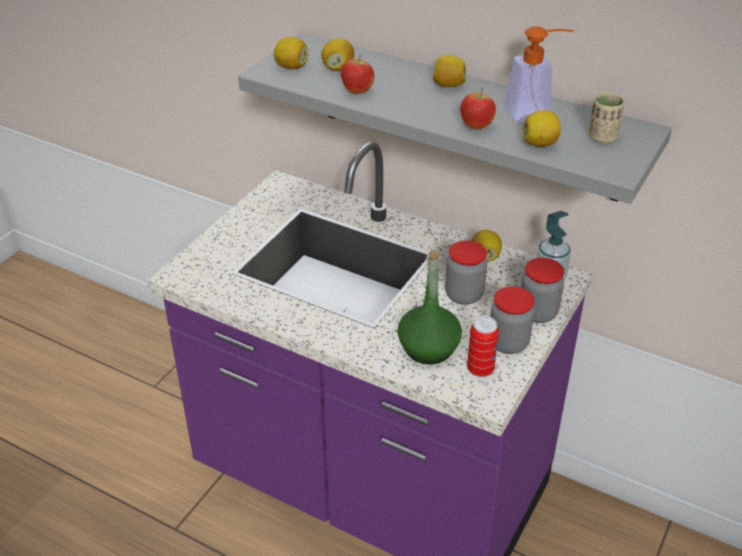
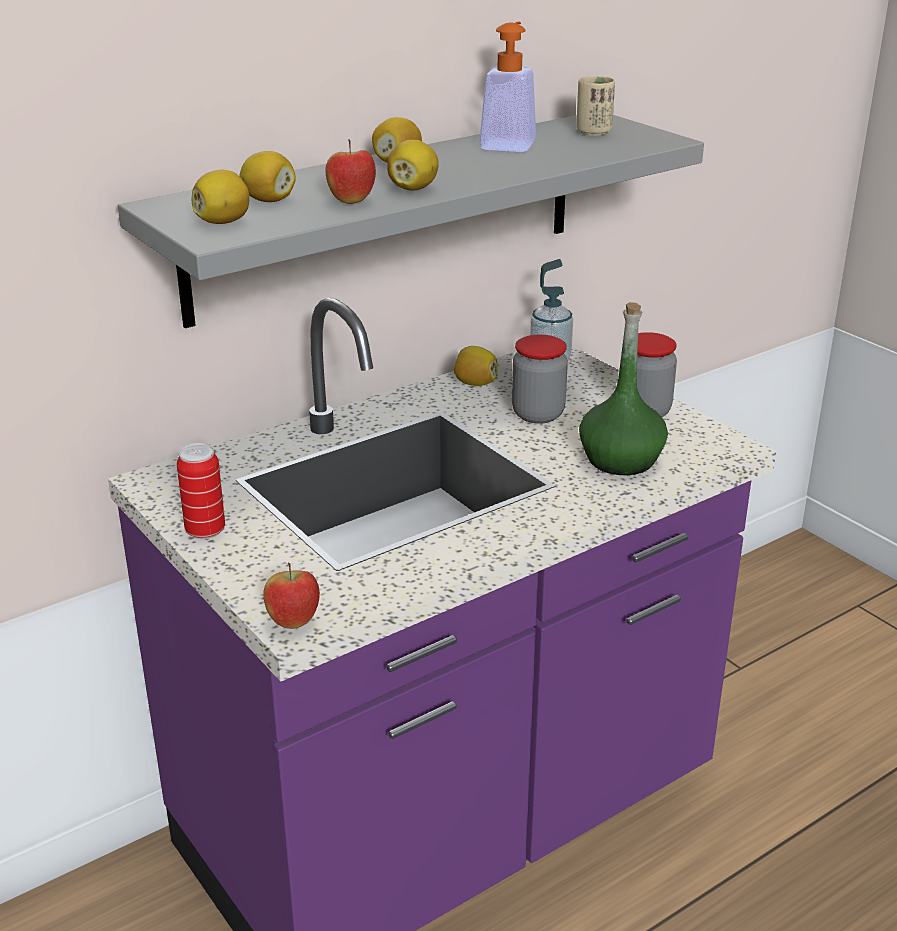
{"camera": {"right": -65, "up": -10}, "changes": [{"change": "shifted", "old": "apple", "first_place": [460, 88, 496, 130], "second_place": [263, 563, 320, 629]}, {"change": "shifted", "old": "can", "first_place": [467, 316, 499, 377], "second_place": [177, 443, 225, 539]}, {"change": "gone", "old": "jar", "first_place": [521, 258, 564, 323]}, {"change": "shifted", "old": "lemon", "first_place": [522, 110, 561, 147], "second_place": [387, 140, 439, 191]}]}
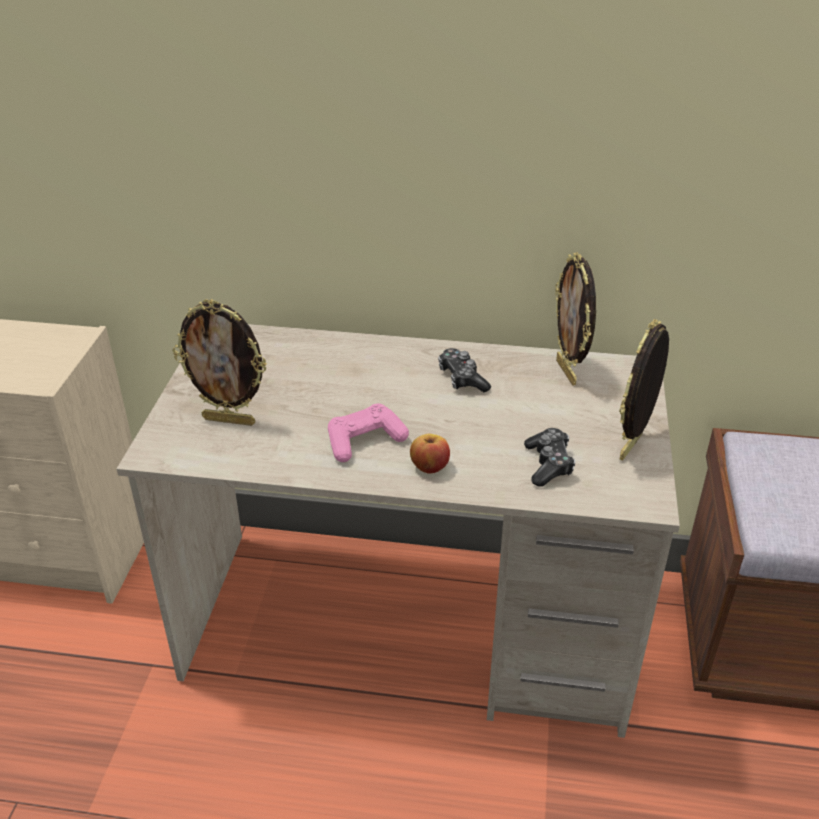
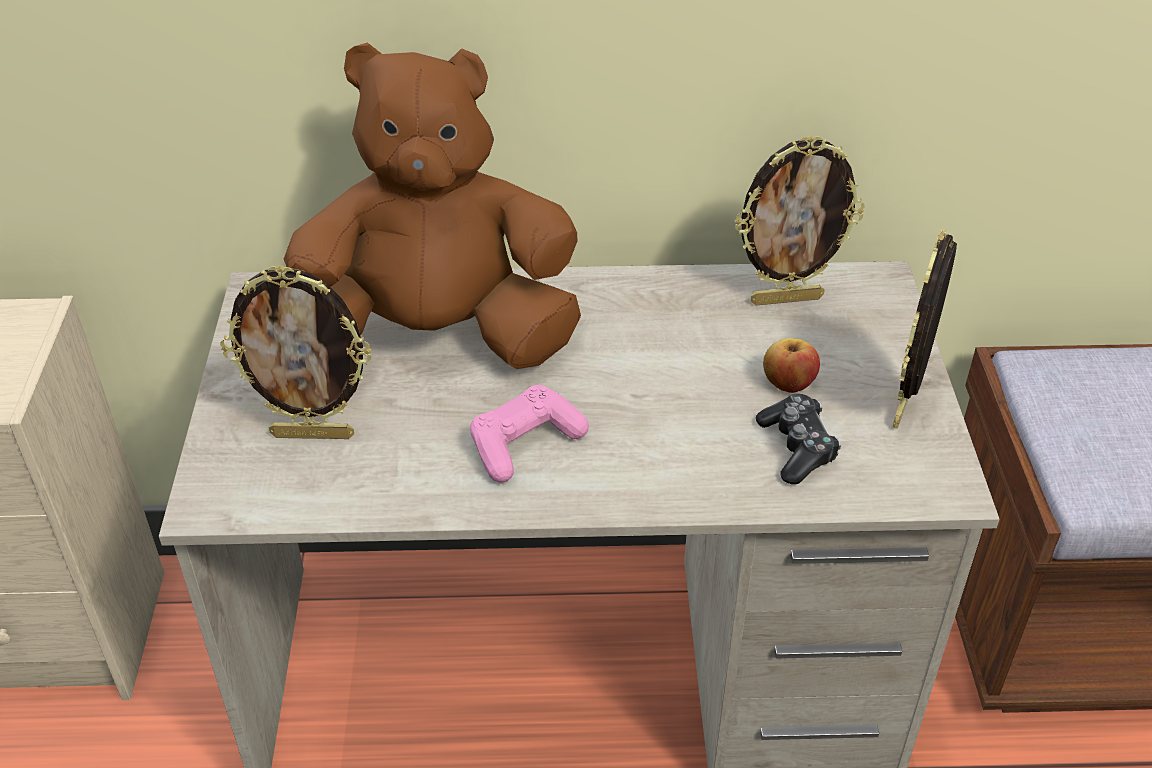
{"camera": {"right": -10, "up": 5}, "changes": [{"change": "shifted", "old": "apple", "first_place": [410, 434, 450, 474], "second_place": [763, 338, 820, 393]}, {"change": "gone", "old": "game controller", "first_place": [438, 348, 491, 392]}, {"change": "rotated", "old": "picture frame", "first_place": [555, 253, 596, 386], "second_place": [735, 135, 865, 305], "degrees": -75}, {"change": "new", "new": "plush toy in brown", "second_place": [284, 43, 581, 369]}]}
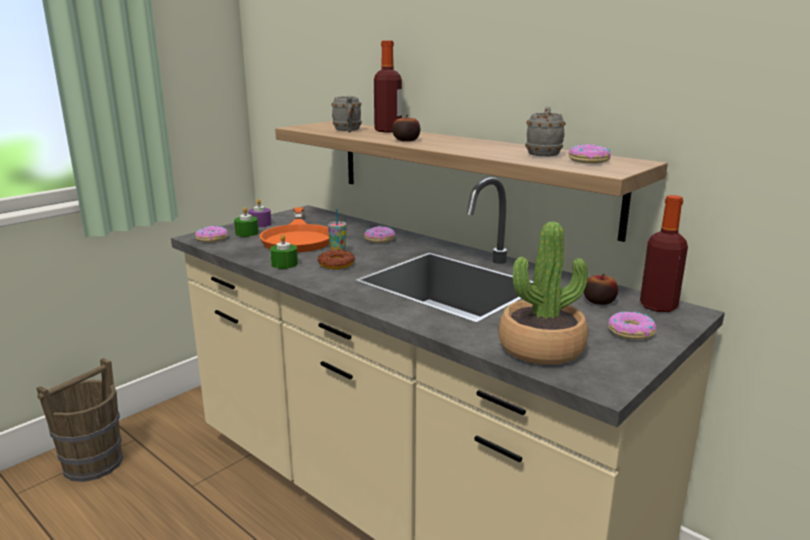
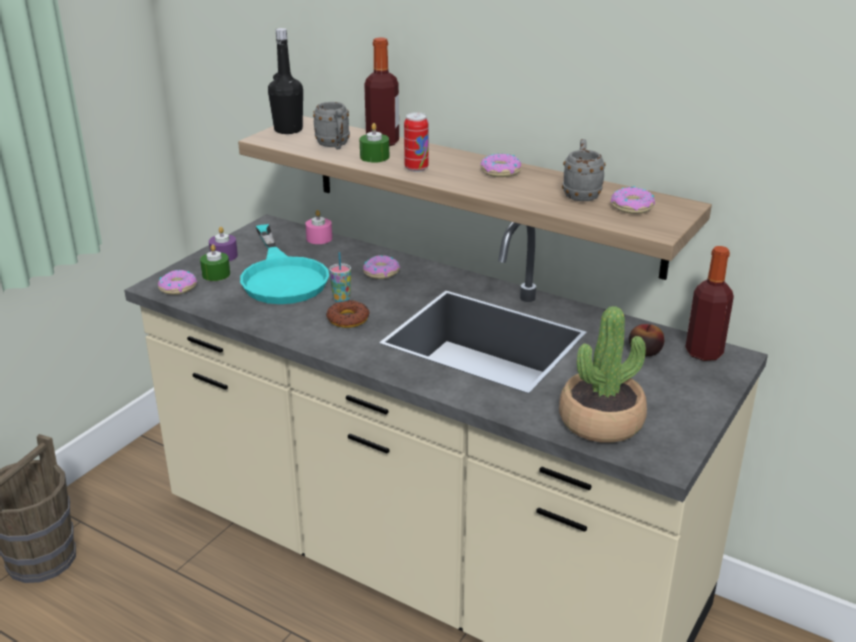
{"camera": {"right": -10, "up": 10}, "changes": [{"change": "repainted", "old": "frying pan in orange", "new": "frying pan in turquoise", "first_place": [259, 207, 330, 253], "second_place": [240, 224, 329, 304]}, {"change": "shifted", "old": "candle in green", "first_place": [270, 234, 298, 269], "second_place": [359, 123, 389, 163]}, {"change": "swapped", "old": "apple", "new": "can", "first_place": [392, 115, 420, 141], "second_place": [404, 112, 429, 172]}, {"change": "shifted", "old": "donut", "first_place": [608, 312, 656, 340], "second_place": [480, 153, 521, 177]}, {"change": "new", "new": "bottle in black", "second_place": [268, 28, 303, 134]}, {"change": "new", "new": "candle in pink", "second_place": [305, 210, 332, 244]}]}
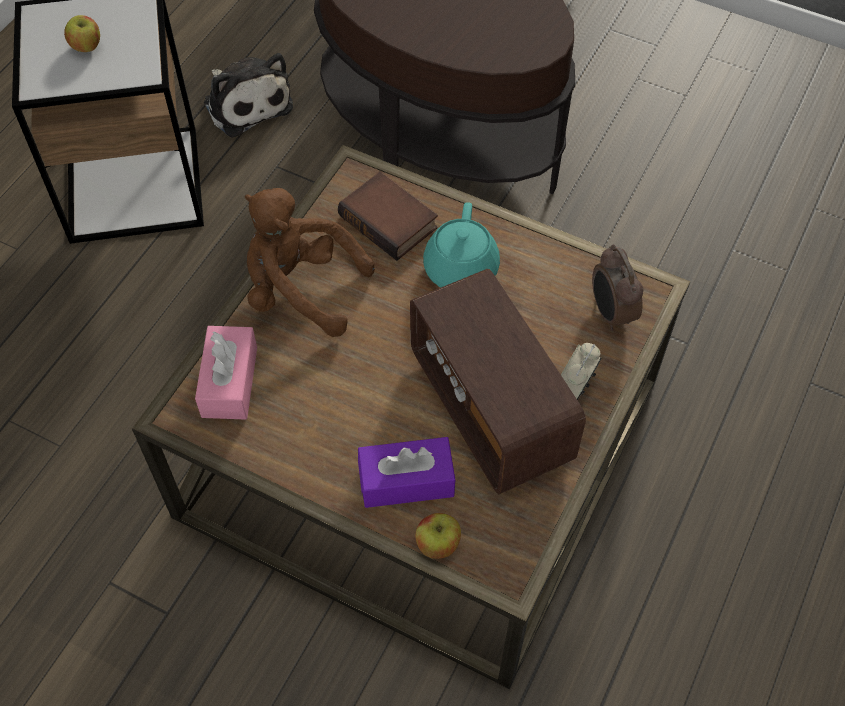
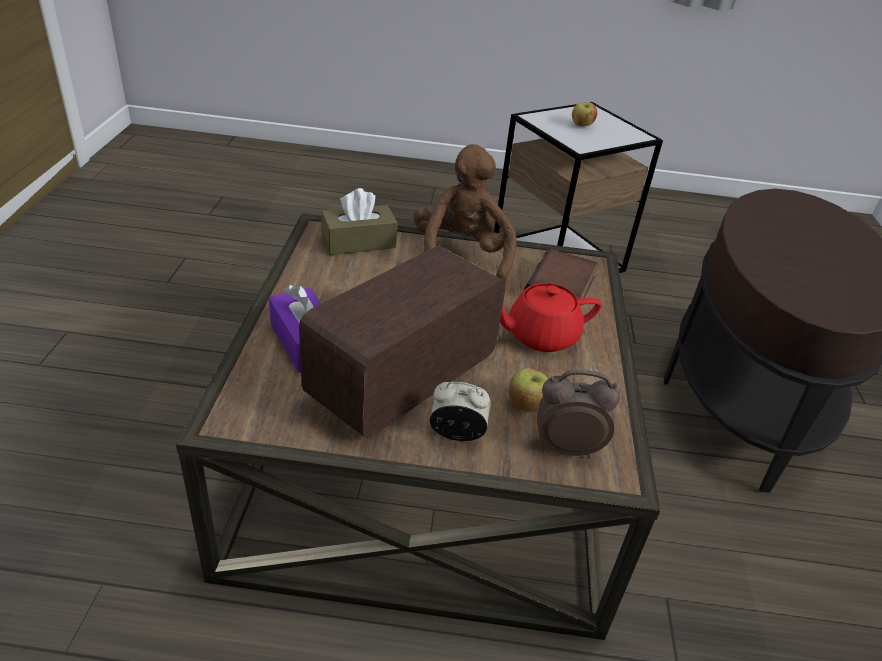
{"camera": {"right": 65, "up": -20}, "changes": [{"change": "repainted", "old": "tissue box in pink", "new": "tissue box in brown", "first_place": [195, 326, 257, 420], "second_place": [321, 188, 397, 255]}, {"change": "gone", "old": "plush toy", "first_place": [204, 53, 293, 138]}, {"change": "shifted", "old": "apple", "first_place": [415, 513, 461, 559], "second_place": [508, 368, 548, 412]}, {"change": "repainted", "old": "teapot in turquoise", "new": "teapot in red", "first_place": [423, 202, 500, 288], "second_place": [500, 283, 601, 352]}, {"change": "rotated", "old": "alarm clock", "first_place": [592, 244, 643, 331], "second_place": [537, 370, 620, 458], "degrees": 45}]}
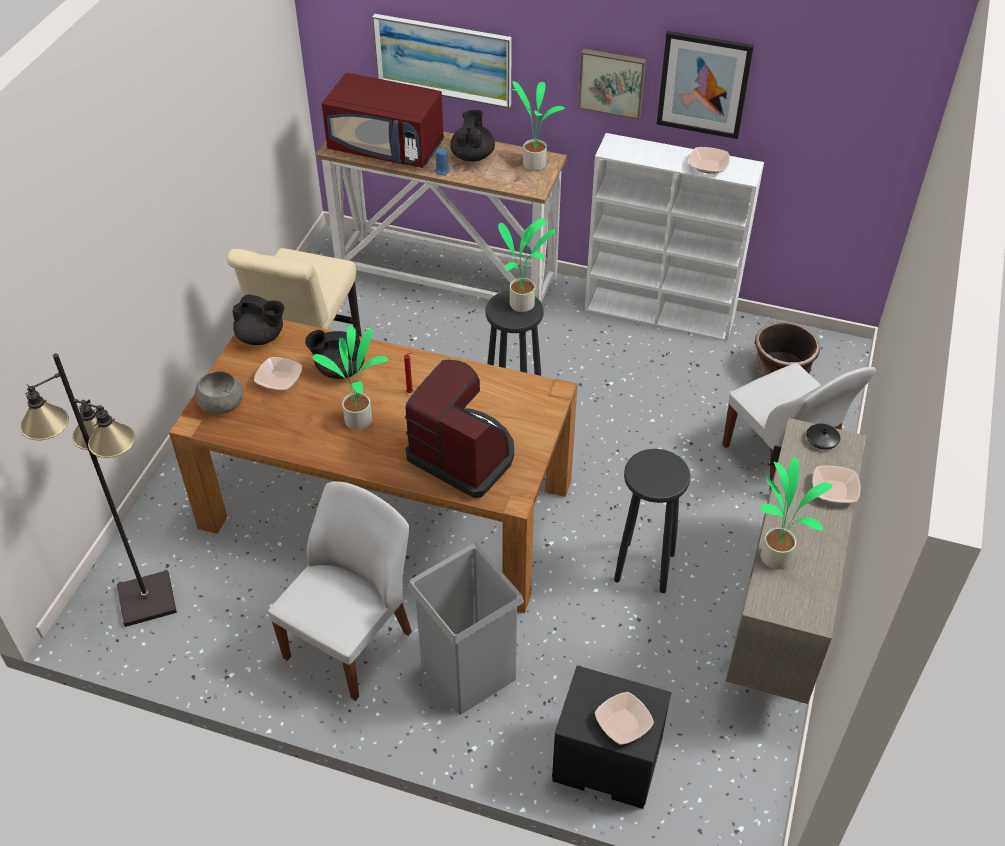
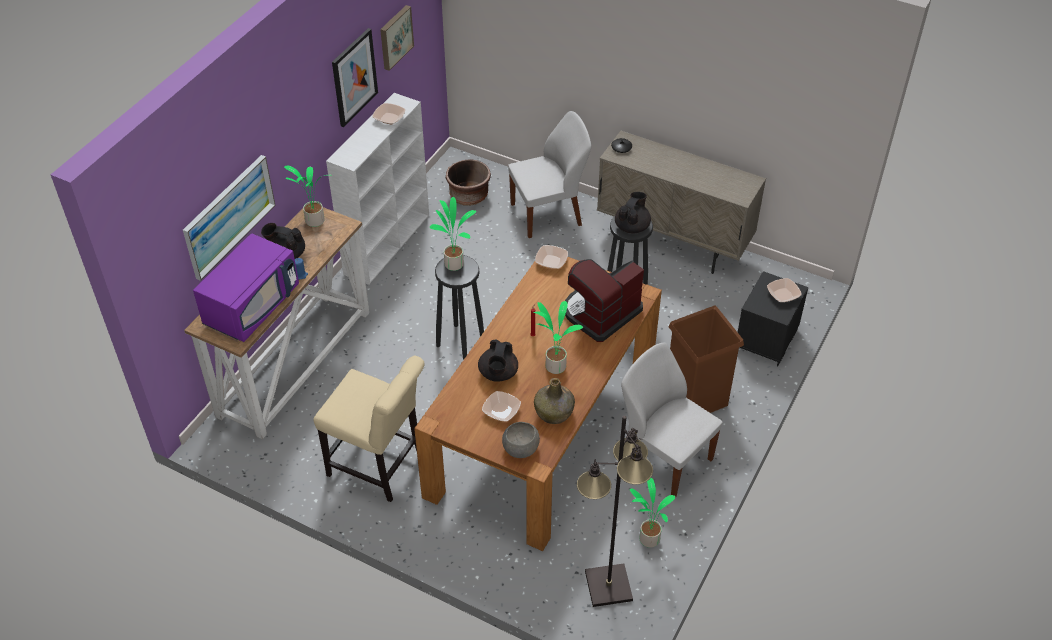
{"camera": {"right": -80, "up": 0}, "changes": [{"change": "shifted", "old": "teapot in black", "first_place": [233, 294, 284, 345], "second_place": [615, 192, 651, 233]}, {"change": "repainted", "old": "microwave in red", "new": "microwave in purple", "first_place": [322, 73, 444, 168], "second_place": [193, 233, 299, 342]}, {"change": "repainted", "old": "trash can in grey", "new": "trash can in brown", "first_place": [408, 543, 524, 715], "second_place": [669, 306, 744, 413]}, {"change": "shifted", "old": "picture", "first_place": [578, 49, 646, 119], "second_place": [380, 5, 414, 71]}, {"change": "shifted", "old": "potted plant", "first_place": [760, 457, 833, 569], "second_place": [630, 478, 675, 548]}, {"change": "shifted", "old": "bowl", "first_place": [812, 466, 861, 503], "second_place": [535, 245, 568, 269]}, {"change": "new", "new": "bottle in green", "second_place": [534, 378, 575, 424]}]}
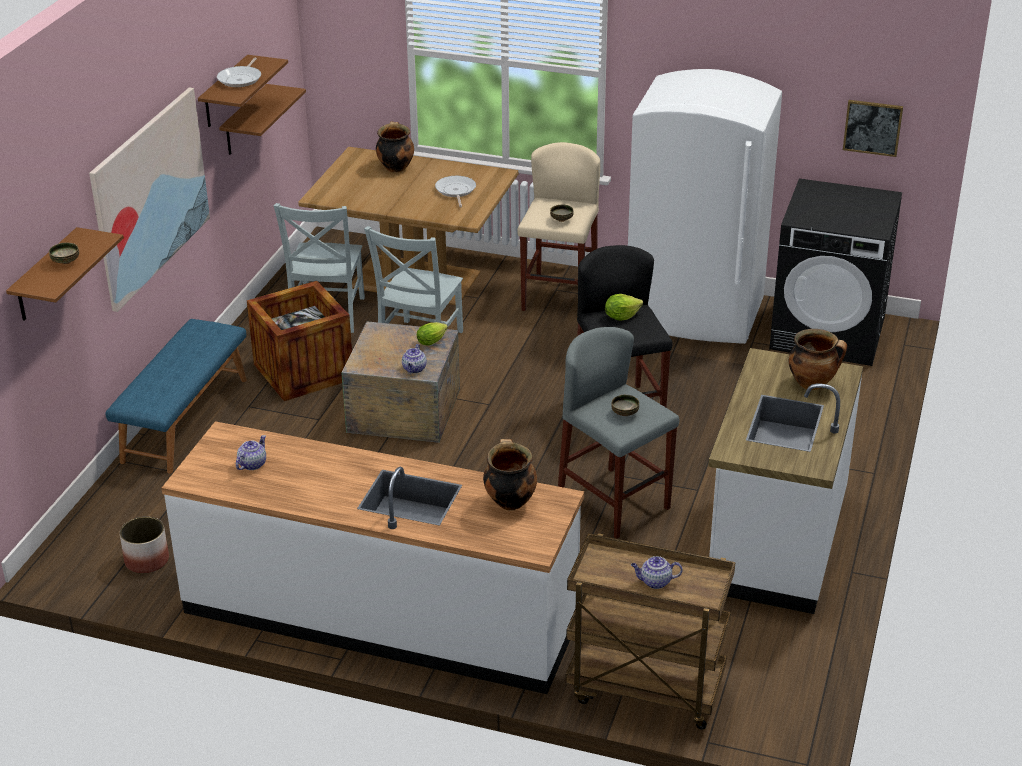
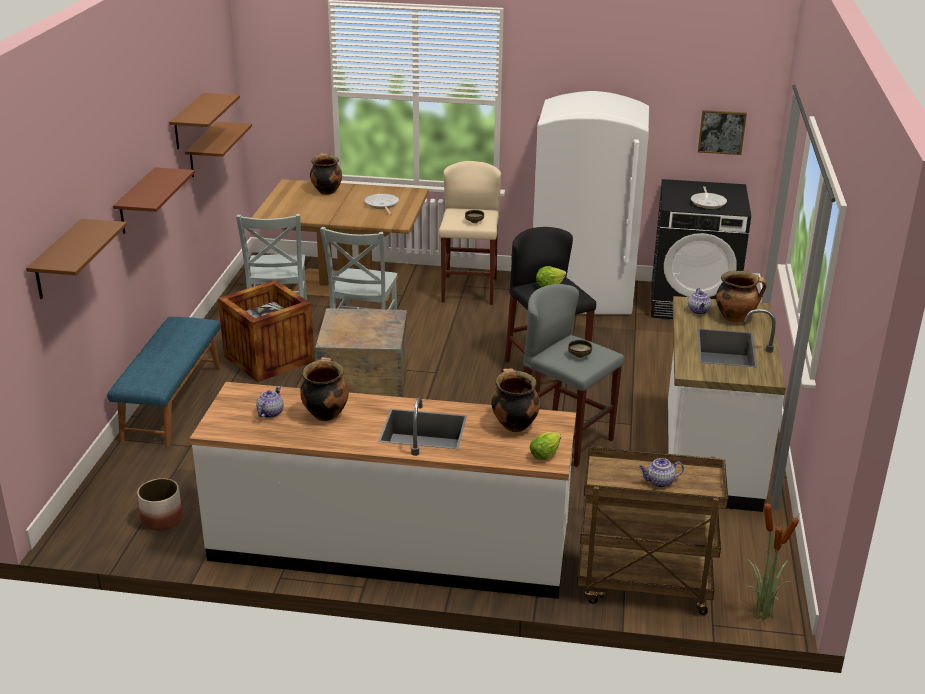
{"camera": {"right": -10, "up": -5}, "changes": [{"change": "gone", "old": "bowl", "first_place": [49, 242, 79, 264]}, {"change": "swapped", "old": "picture", "new": "shelf in brown", "first_place": [89, 88, 210, 312], "second_place": [113, 167, 195, 234]}, {"change": "shifted", "old": "frying pan", "first_place": [217, 58, 261, 87], "second_place": [691, 186, 727, 209]}, {"change": "shifted", "old": "teapot", "first_place": [402, 344, 427, 373], "second_place": [688, 288, 712, 315]}, {"change": "shifted", "old": "lettuce", "first_place": [417, 322, 448, 345], "second_place": [530, 432, 561, 460]}, {"change": "new", "new": "cooking pot", "second_place": [300, 357, 349, 421]}, {"change": "new", "new": "potted plant", "second_place": [747, 496, 801, 619]}]}
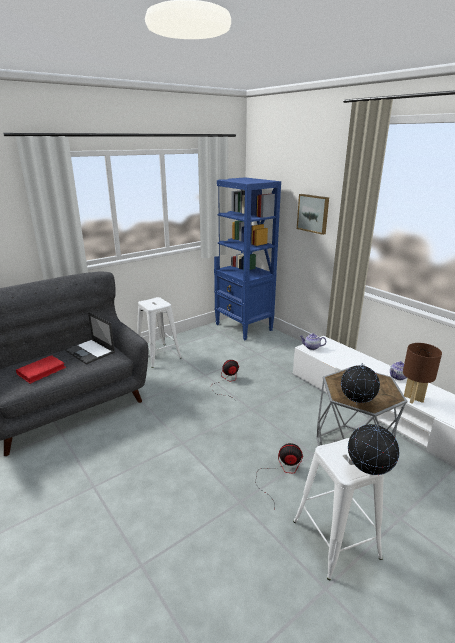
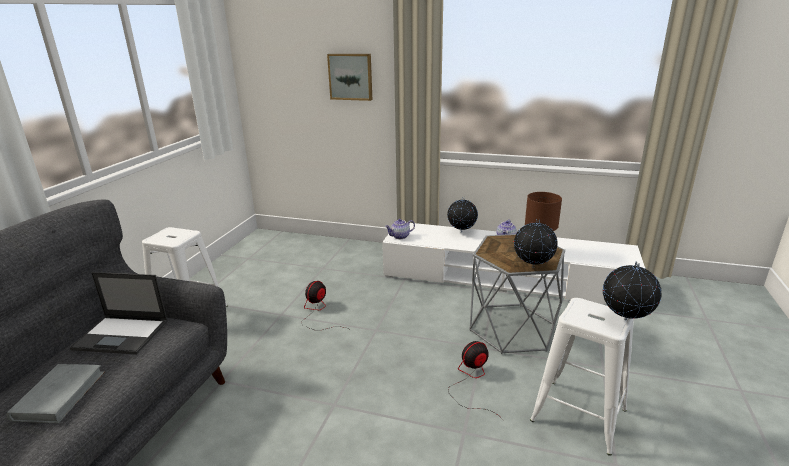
{"camera": {"right": -35, "up": 0}, "changes": [{"change": "repainted", "old": "book in red", "new": "book in grey", "first_place": [16, 355, 67, 384], "second_place": [6, 364, 105, 423]}, {"change": "gone", "old": "bookcase in blue", "first_place": [214, 177, 281, 340]}, {"change": "new", "new": "globe", "second_place": [447, 197, 478, 233]}]}
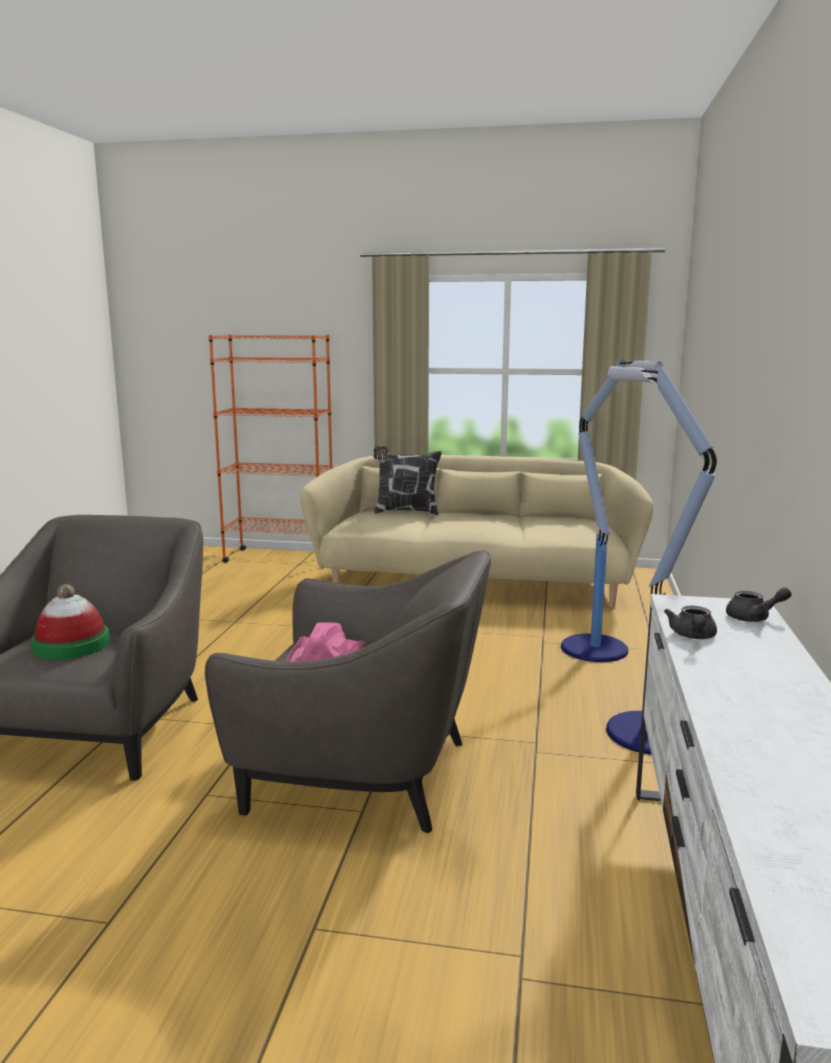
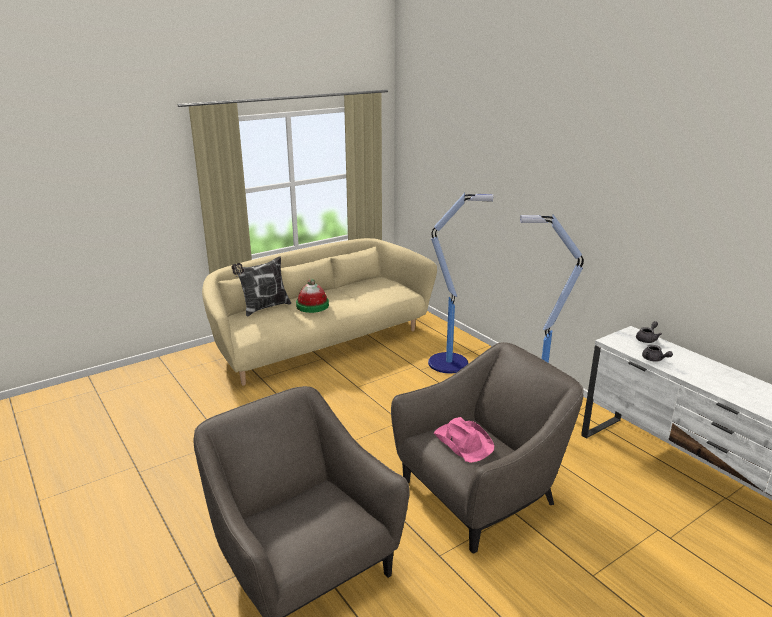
{"camera": {"right": -45, "up": 10}, "changes": [{"change": "shifted", "old": "hat", "first_place": [31, 584, 110, 660], "second_place": [296, 279, 329, 313]}, {"change": "gone", "old": "bookcase in orange", "first_place": [209, 334, 333, 563]}]}
